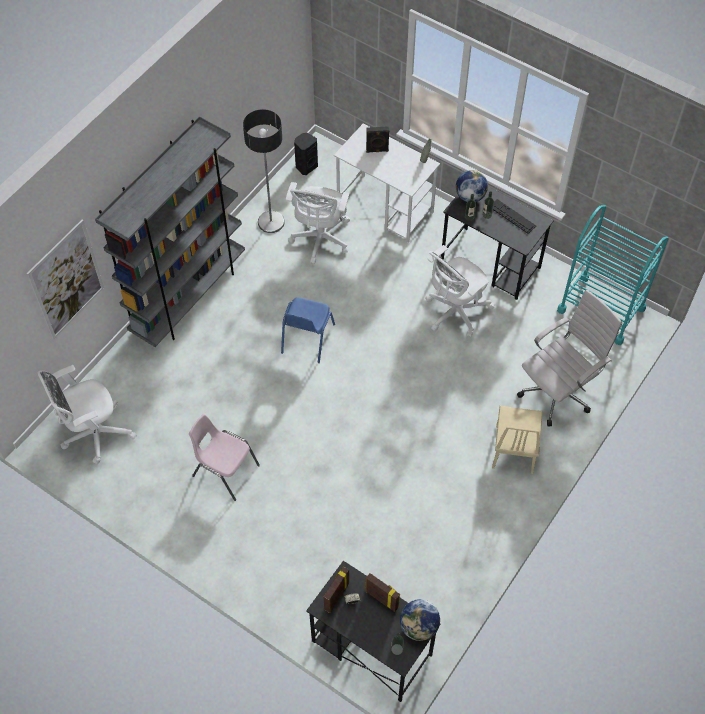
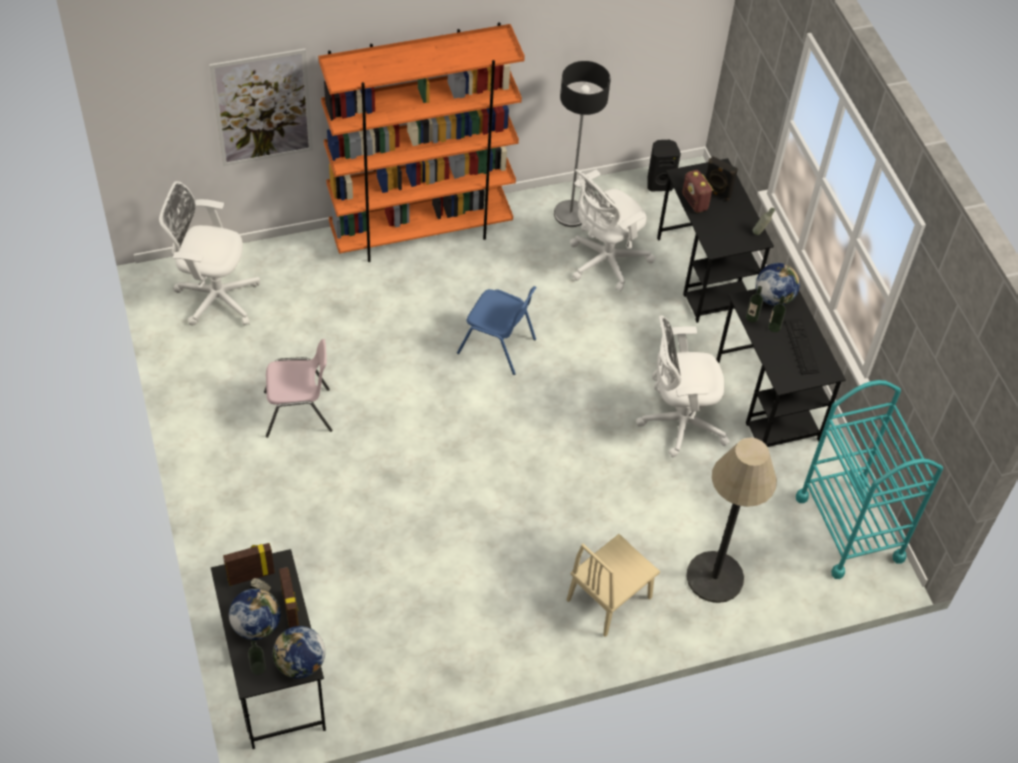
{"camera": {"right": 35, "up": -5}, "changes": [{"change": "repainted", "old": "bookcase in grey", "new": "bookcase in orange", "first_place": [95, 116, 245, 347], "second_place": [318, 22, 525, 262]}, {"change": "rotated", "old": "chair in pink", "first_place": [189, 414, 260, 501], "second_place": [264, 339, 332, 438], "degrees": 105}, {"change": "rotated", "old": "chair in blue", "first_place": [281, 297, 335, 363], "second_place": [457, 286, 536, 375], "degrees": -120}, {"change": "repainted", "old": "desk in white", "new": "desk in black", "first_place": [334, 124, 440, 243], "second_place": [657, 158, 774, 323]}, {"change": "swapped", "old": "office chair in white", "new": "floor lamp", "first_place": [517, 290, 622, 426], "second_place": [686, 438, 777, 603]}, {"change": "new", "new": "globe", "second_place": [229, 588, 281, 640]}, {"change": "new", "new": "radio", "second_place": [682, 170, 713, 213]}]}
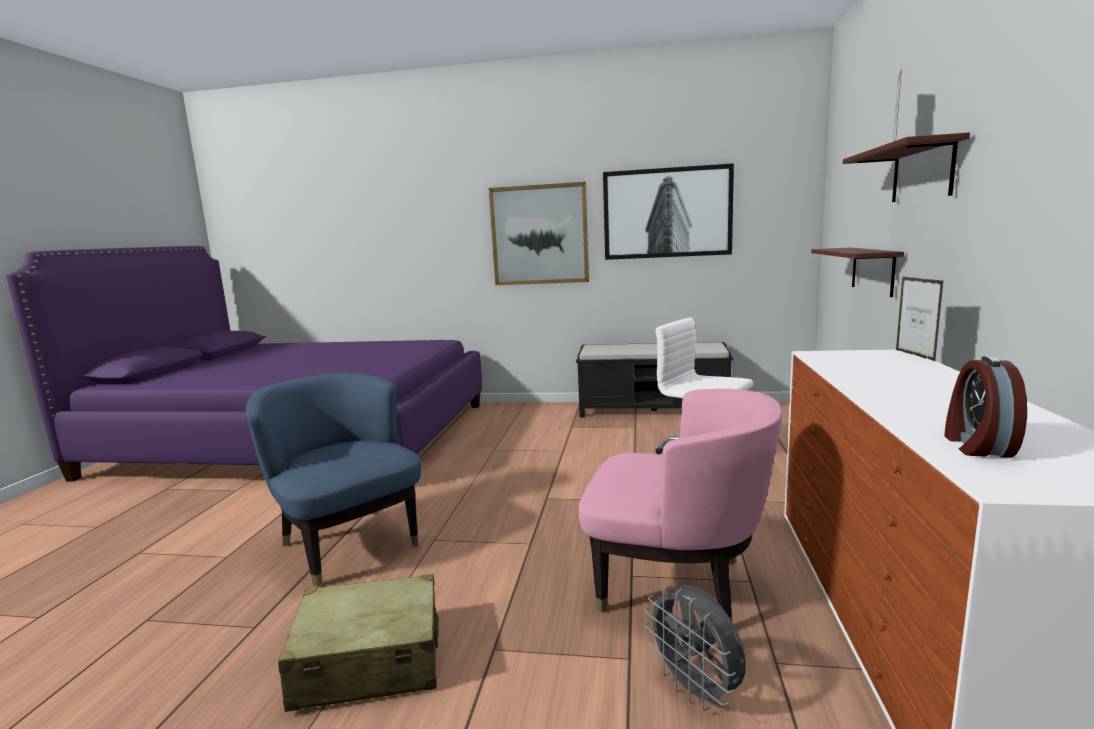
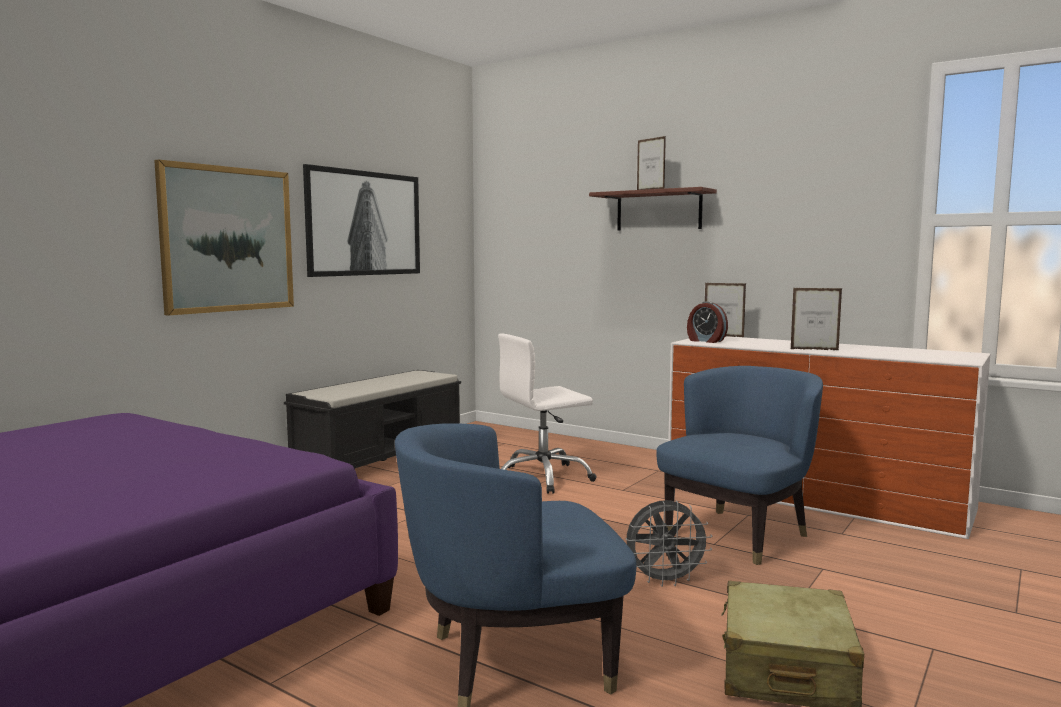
{"camera": {"right": -65, "up": -5}, "changes": [{"change": "repainted", "old": "armchair in pink", "new": "armchair in blue", "first_place": [579, 389, 782, 621], "second_place": [656, 366, 823, 565]}, {"change": "shifted", "old": "fan in grey", "first_place": [644, 585, 746, 710], "second_place": [625, 500, 712, 587]}, {"change": "gone", "old": "shelf", "first_place": [811, 248, 904, 297]}, {"change": "shifted", "old": "alarm clock", "first_place": [944, 356, 1027, 458], "second_place": [687, 301, 728, 343]}, {"change": "new", "new": "picture frame", "second_place": [791, 288, 842, 350]}]}
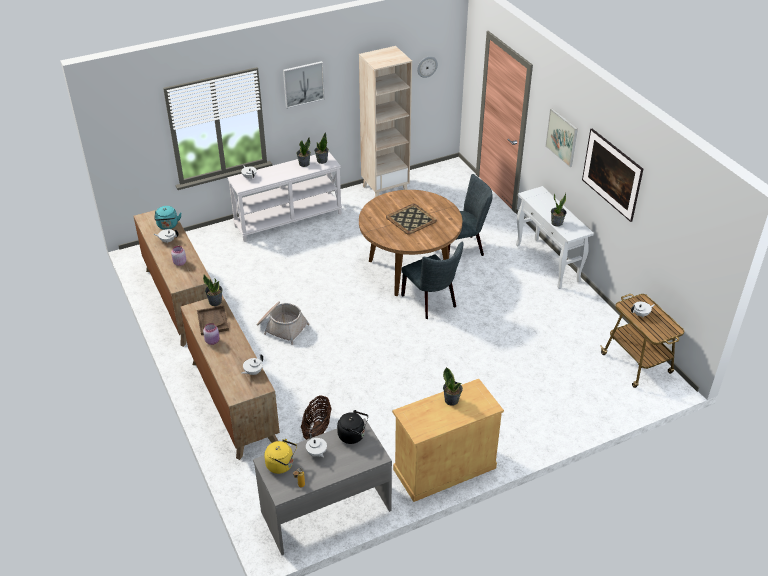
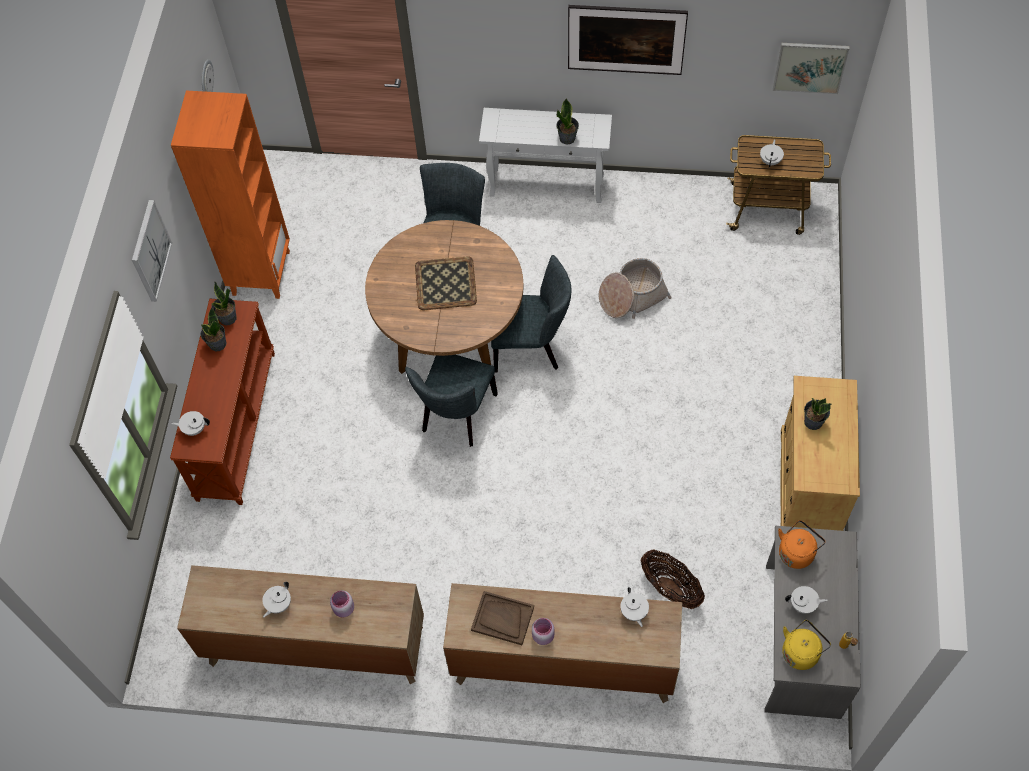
{"camera": {"right": -55, "up": 20}, "changes": [{"change": "gone", "old": "kettle in turquoise", "first_place": [154, 206, 181, 230]}, {"change": "gone", "old": "potted plant", "first_place": [203, 274, 223, 306]}, {"change": "repainted", "old": "console table in white", "new": "console table in brown", "first_place": [227, 151, 342, 242], "second_place": [170, 299, 275, 505]}, {"change": "shifted", "old": "basket", "first_place": [257, 302, 310, 345], "second_place": [598, 258, 672, 319]}, {"change": "repainted", "old": "kettle in black", "new": "kettle in orange", "first_place": [337, 410, 368, 444], "second_place": [778, 520, 826, 569]}, {"change": "repainted", "old": "bookcase in beige", "new": "bookcase in orange", "first_place": [359, 46, 412, 197], "second_place": [171, 91, 290, 299]}, {"change": "shifted", "old": "picture", "first_place": [545, 108, 578, 167], "second_place": [773, 43, 849, 94]}, {"change": "new", "new": "chair in grey", "second_place": [405, 355, 498, 447]}]}
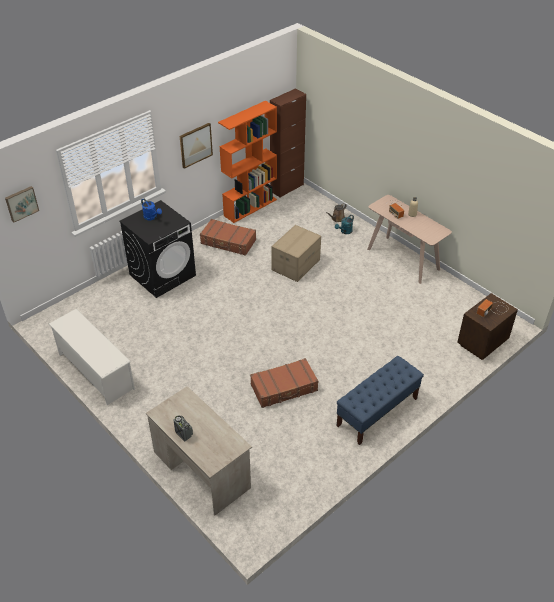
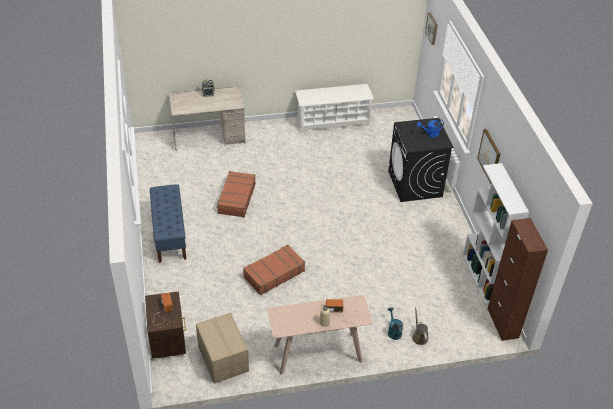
{"camera": {"right": 120, "up": 0}, "changes": [{"change": "shifted", "old": "suitcase in brown", "first_place": [200, 219, 256, 256], "second_place": [243, 244, 305, 296]}, {"change": "repainted", "old": "bookcase in orange", "new": "bookcase in white", "first_place": [218, 101, 277, 223], "second_place": [463, 163, 529, 304]}, {"change": "shifted", "old": "cardboard box", "first_place": [272, 225, 321, 282], "second_place": [196, 313, 249, 384]}]}
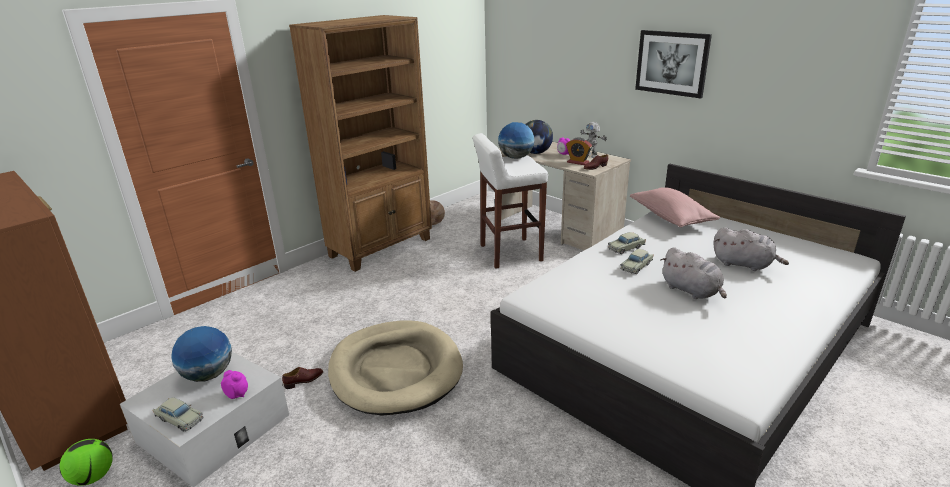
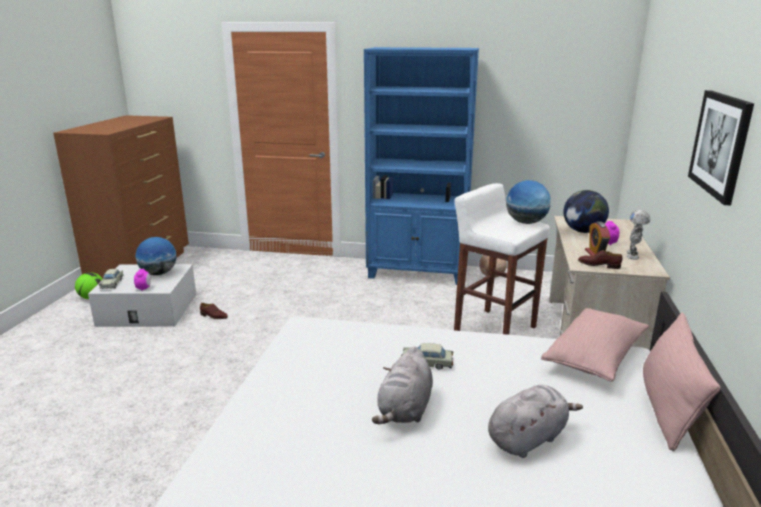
{"camera": {"right": 55, "up": -5}, "changes": [{"change": "repainted", "old": "bookcase in brown", "new": "bookcase in blue", "first_place": [289, 15, 432, 272], "second_place": [364, 47, 479, 285]}, {"change": "gone", "old": "dog bed in beige", "first_place": [328, 320, 463, 416]}, {"change": "gone", "old": "toy car in beige", "first_place": [608, 232, 646, 254]}, {"change": "rotated", "old": "plush toy in grey", "first_place": [713, 227, 789, 271], "second_place": [488, 385, 583, 458], "degrees": -120}, {"change": "new", "new": "pillow in pink", "second_place": [643, 313, 721, 451]}]}
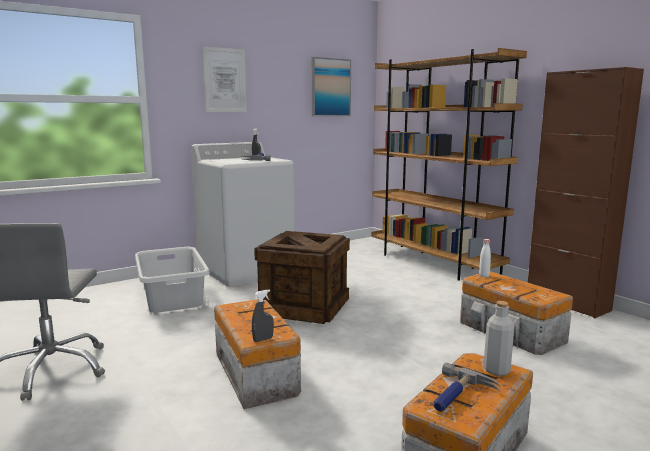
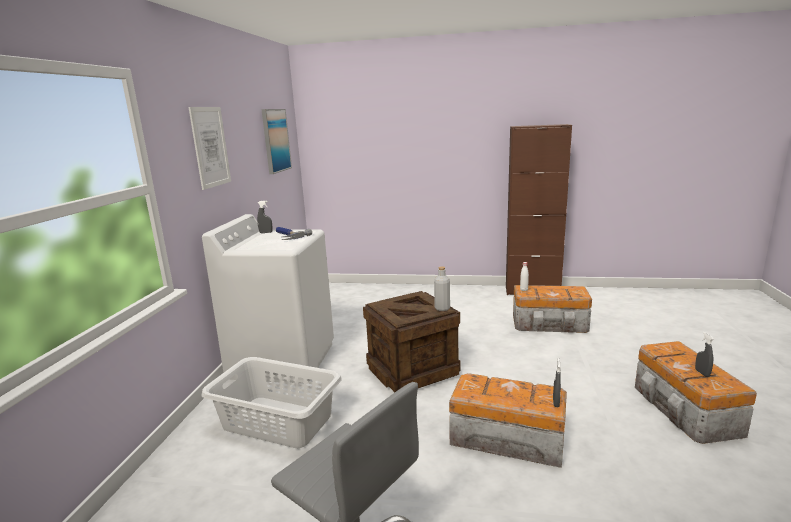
{"camera": {"right": -45, "up": 5}, "changes": [{"change": "gone", "old": "bookcase in brown", "first_place": [371, 48, 527, 281]}, {"change": "swapped", "old": "hammer", "new": "spray bottle in grey", "first_place": [433, 363, 501, 412], "second_place": [695, 332, 714, 377]}, {"change": "shifted", "old": "bottle in grey", "first_place": [484, 301, 514, 376], "second_place": [434, 266, 450, 311]}]}
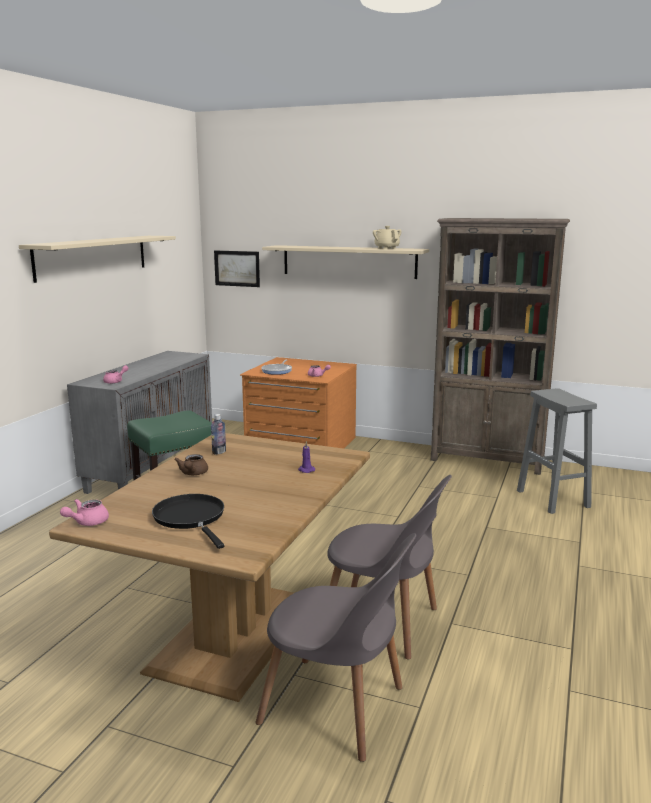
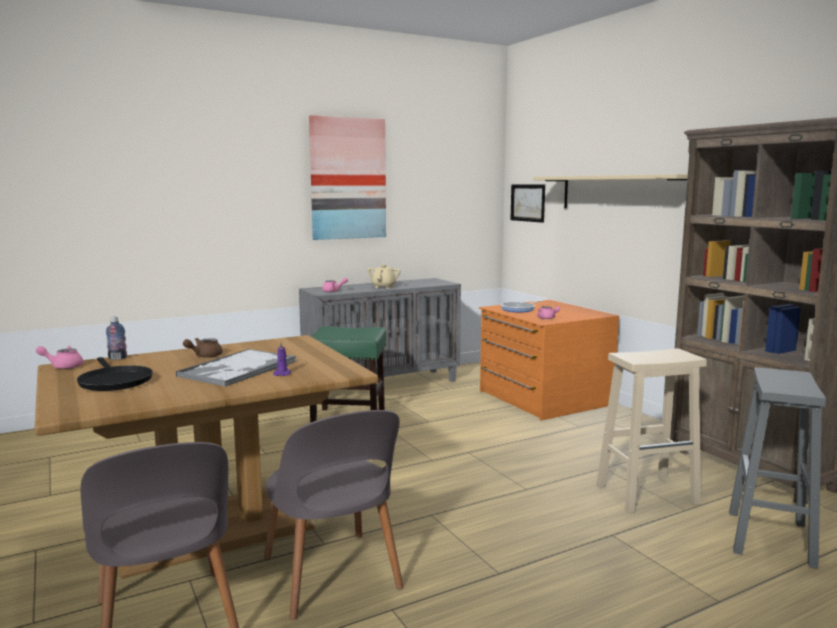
{"camera": {"right": 40, "up": -5}, "changes": [{"change": "swapped", "old": "shelf in beige", "new": "picture", "first_place": [19, 236, 176, 283], "second_place": [309, 115, 386, 240]}, {"change": "rotated", "old": "frying pan in black", "first_place": [152, 494, 224, 549], "second_place": [77, 357, 153, 391], "degrees": 135}, {"change": "shifted", "old": "bottle", "first_place": [211, 414, 226, 454], "second_place": [106, 316, 127, 360]}, {"change": "shifted", "old": "teapot in beige", "first_place": [373, 226, 402, 249], "second_place": [367, 264, 401, 289]}, {"change": "new", "new": "tray", "second_place": [176, 349, 296, 387]}, {"change": "new", "new": "stool in beige", "second_place": [596, 348, 707, 513]}]}
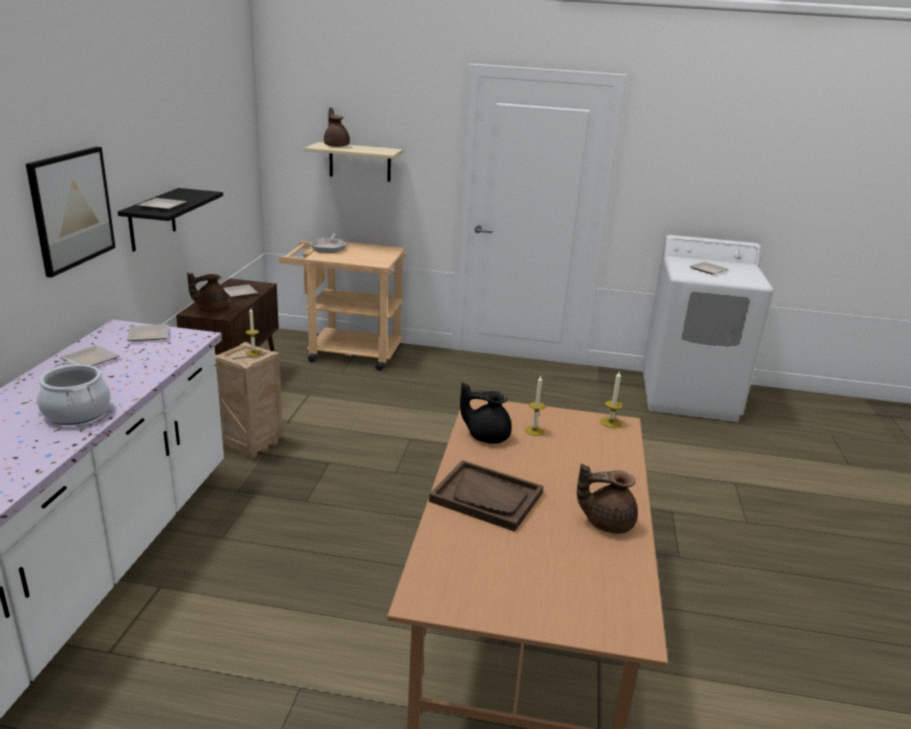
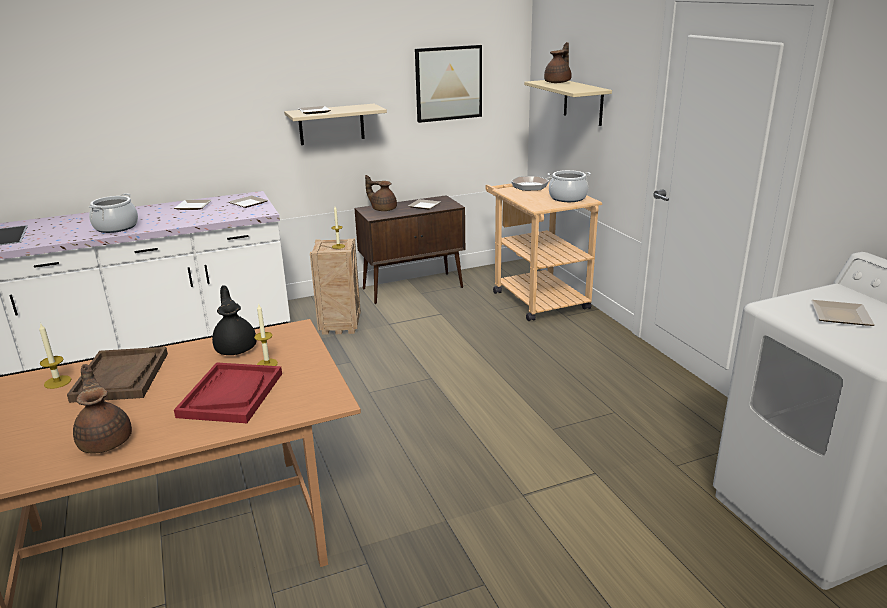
{"camera": {"right": 60, "up": 0}, "changes": [{"change": "shifted", "old": "picture", "first_place": [26, 147, 116, 278], "second_place": [415, 45, 482, 123]}, {"change": "repainted", "old": "shelf in black", "new": "shelf in beige", "first_place": [118, 188, 223, 251], "second_place": [284, 104, 387, 145]}, {"change": "shifted", "old": "candle", "first_place": [600, 372, 623, 428], "second_place": [39, 322, 71, 389]}, {"change": "new", "new": "tray in red", "second_place": [174, 362, 282, 423]}, {"change": "new", "new": "cooking pot", "second_place": [548, 170, 591, 202]}]}
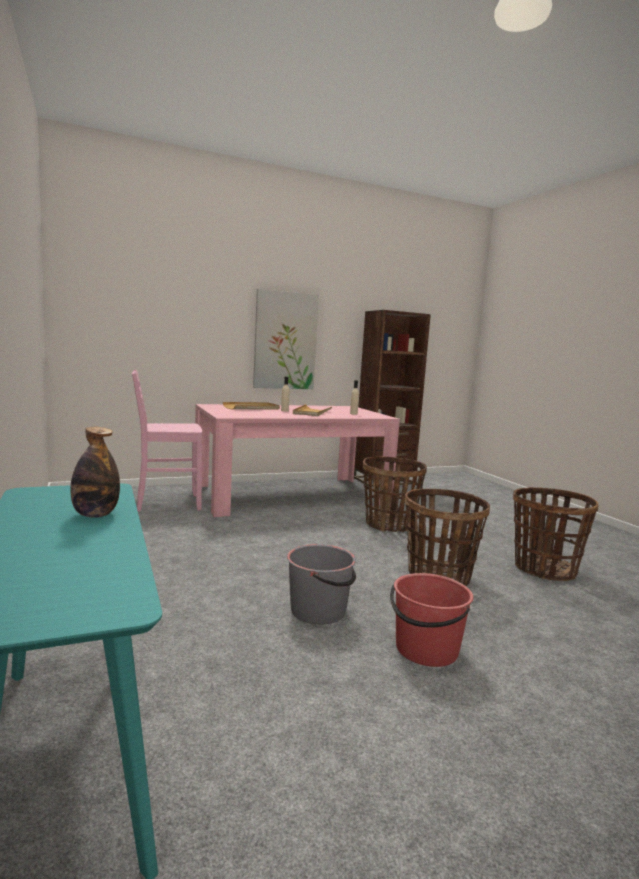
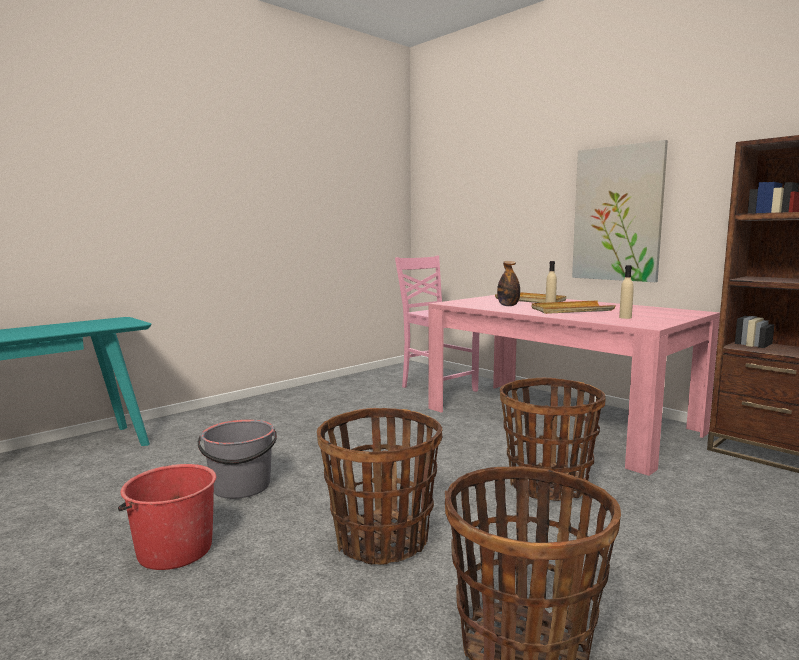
{"camera": {"right": 70, "up": 0}, "changes": [{"change": "shifted", "old": "bottle", "first_place": [70, 427, 120, 518], "second_place": [497, 261, 520, 306]}]}
